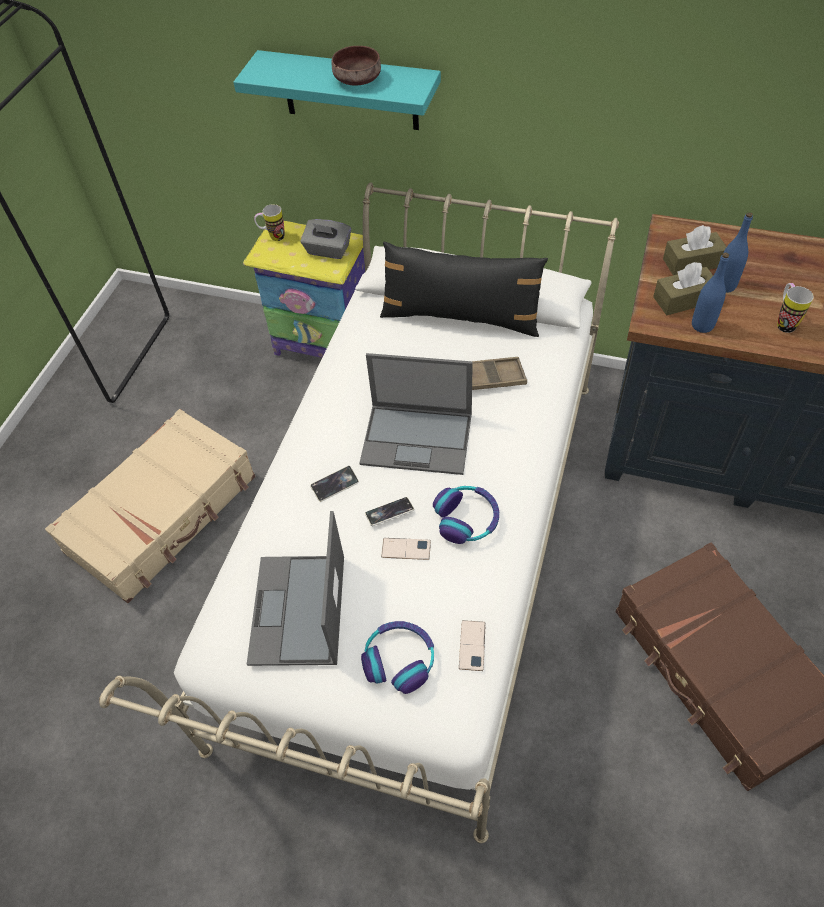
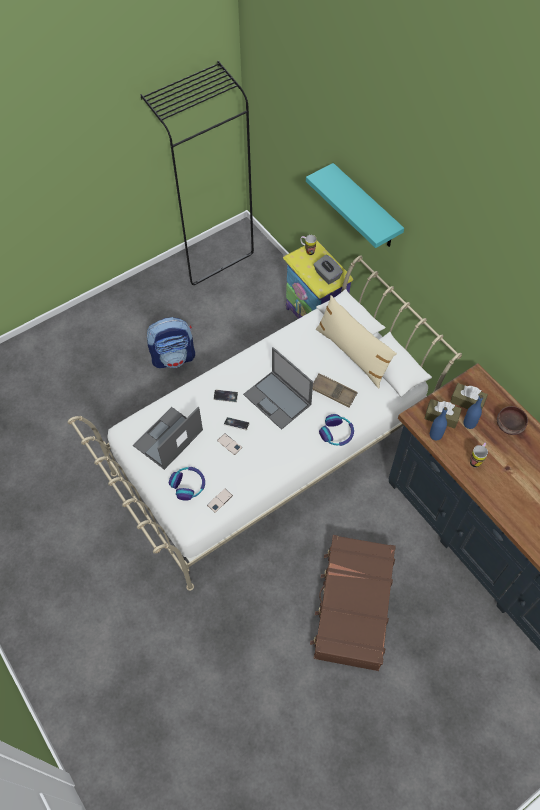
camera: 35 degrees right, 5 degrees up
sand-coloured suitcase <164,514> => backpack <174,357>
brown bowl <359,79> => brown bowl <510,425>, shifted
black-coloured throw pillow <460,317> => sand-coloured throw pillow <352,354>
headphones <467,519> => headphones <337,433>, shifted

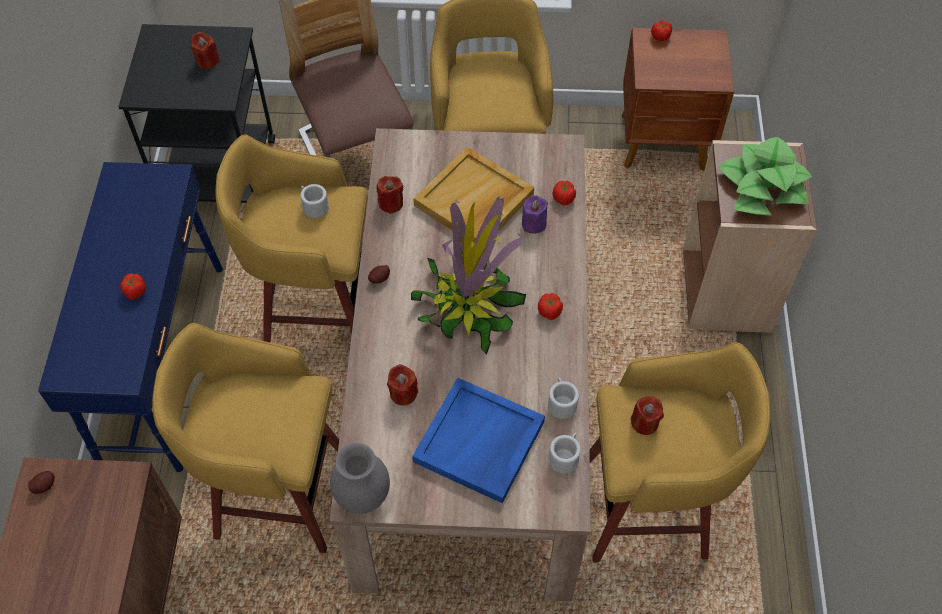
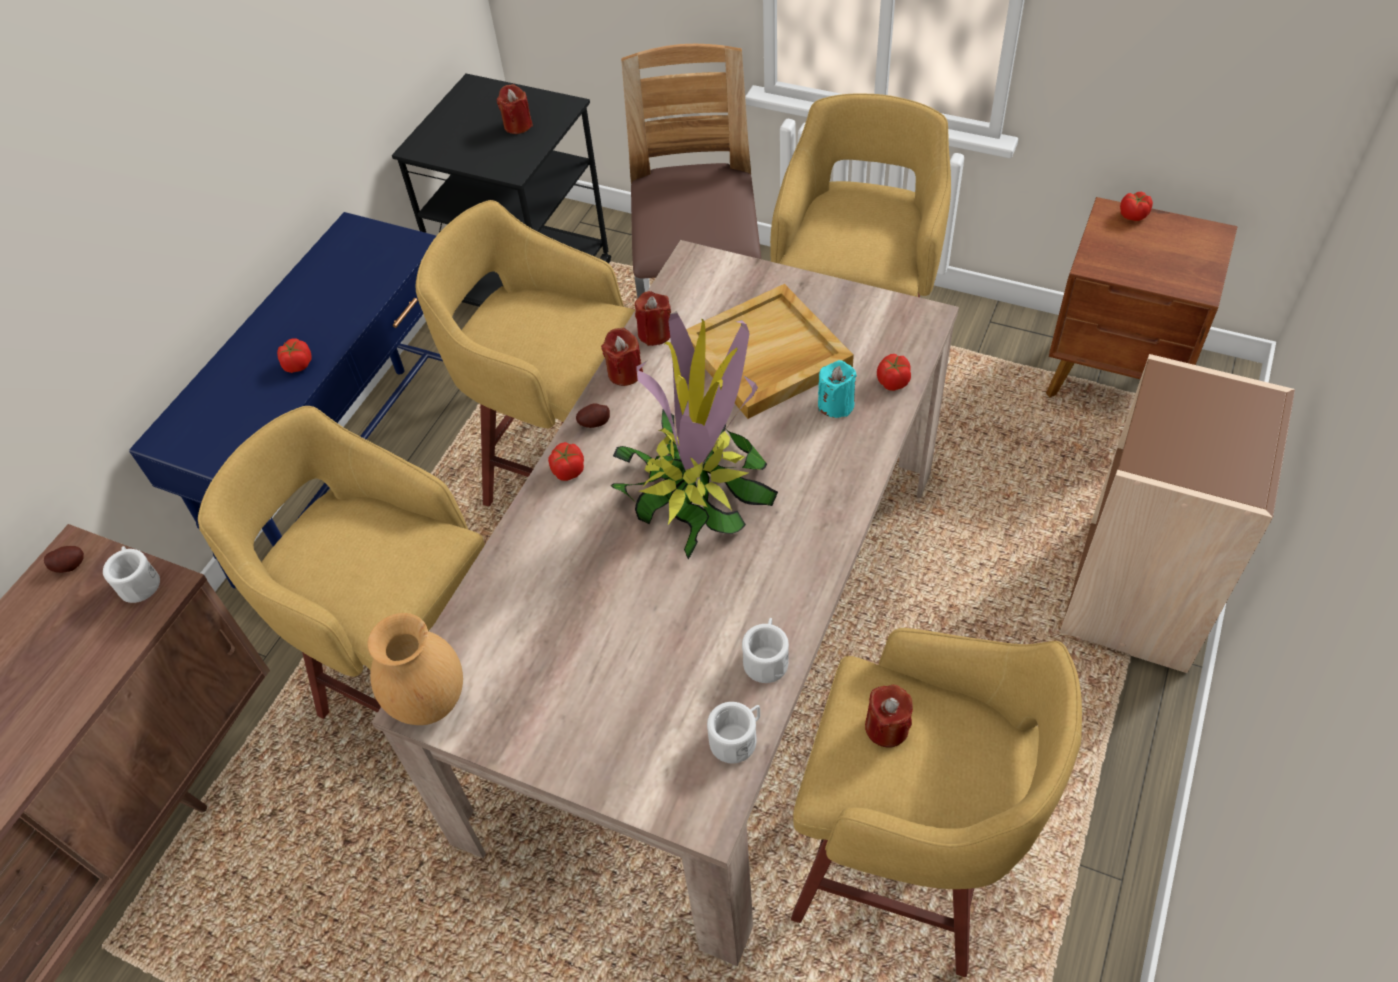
camera: 25 degrees right, 5 degrees down
white-coloured coffee mug <314,206> => white-coloured coffee mug <139,582>, shifted
greyish vase <362,496> => brown vase <430,702>
reddish wax light <403,393> => reddish wax light <625,373>, shifted
blue-coloured serving tray <479,443> => nothing
purple-coloured wax light <534,224> => turquoise wax light <836,404>
tomato <549,311> => tomato <568,470>, shifted
houseplant <763,186> => nothing

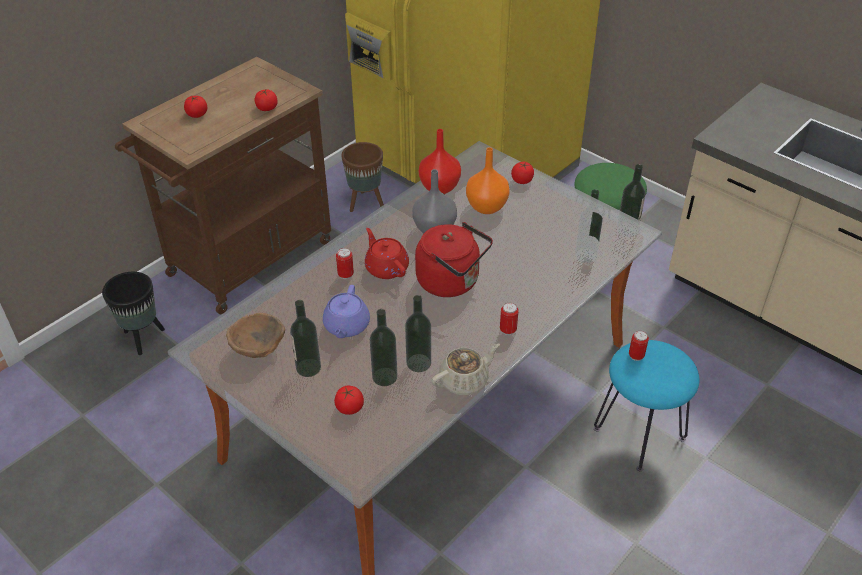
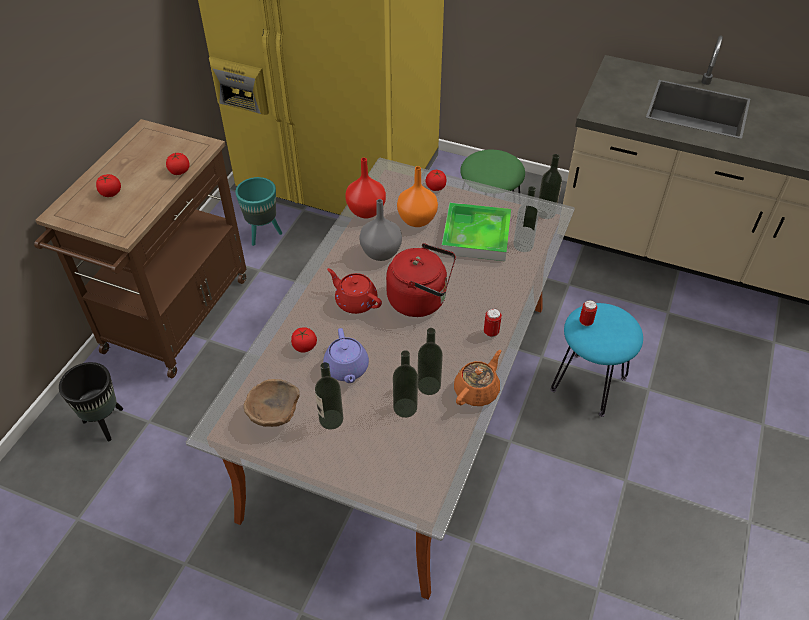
camera: 20 degrees left, 5 degrees up
tomato <349,408> => tomato <304,346>, shifted
can <345,275> => nothing
brown flower pot <365,203> => turquoise flower pot <263,234>
sand-coloured teapot <465,381> => orange-coloured teapot <477,391>
nothing => serving tray <476,235>

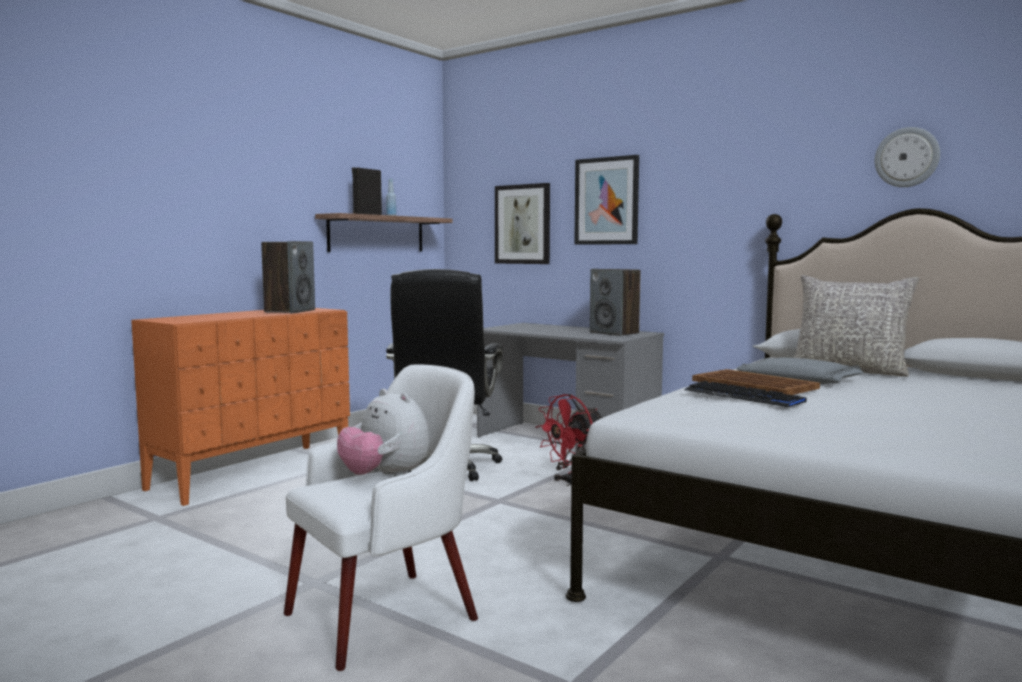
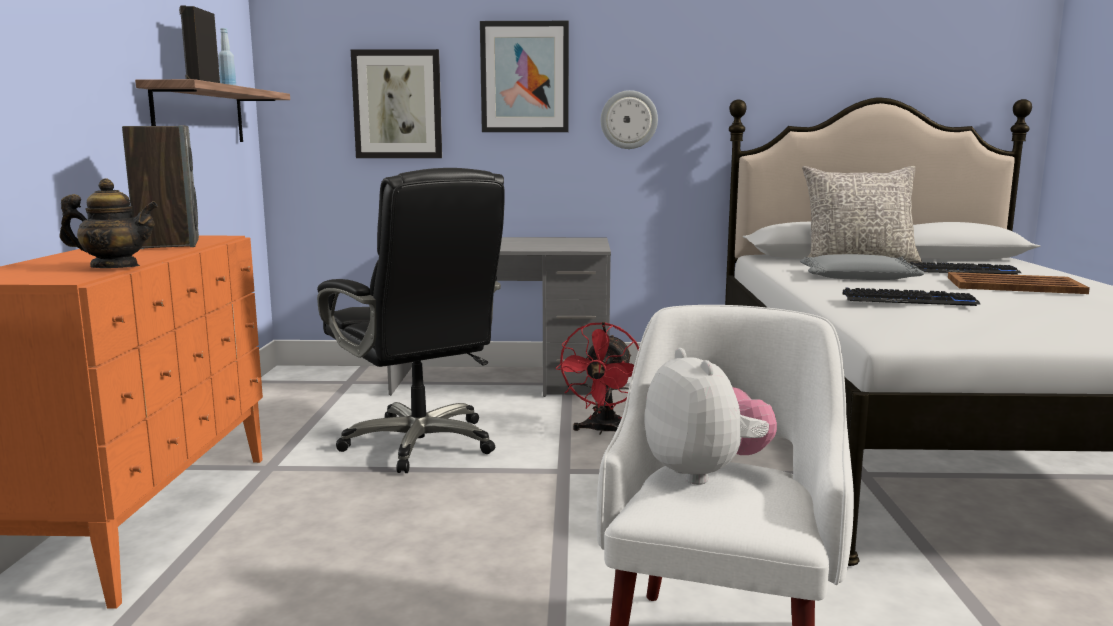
camera: 35 degrees left, 5 degrees up
plush toy <385,477> => plush toy <705,473>, 120 degrees counterclockwise
speaker <614,333> => nothing
brown serving tray <753,384> => brown serving tray <1012,285>, shifted
clock on the wall <907,157> => clock on the wall <629,120>, shifted
nothing => teapot <115,267>
nothing => computer keyboard <962,271>

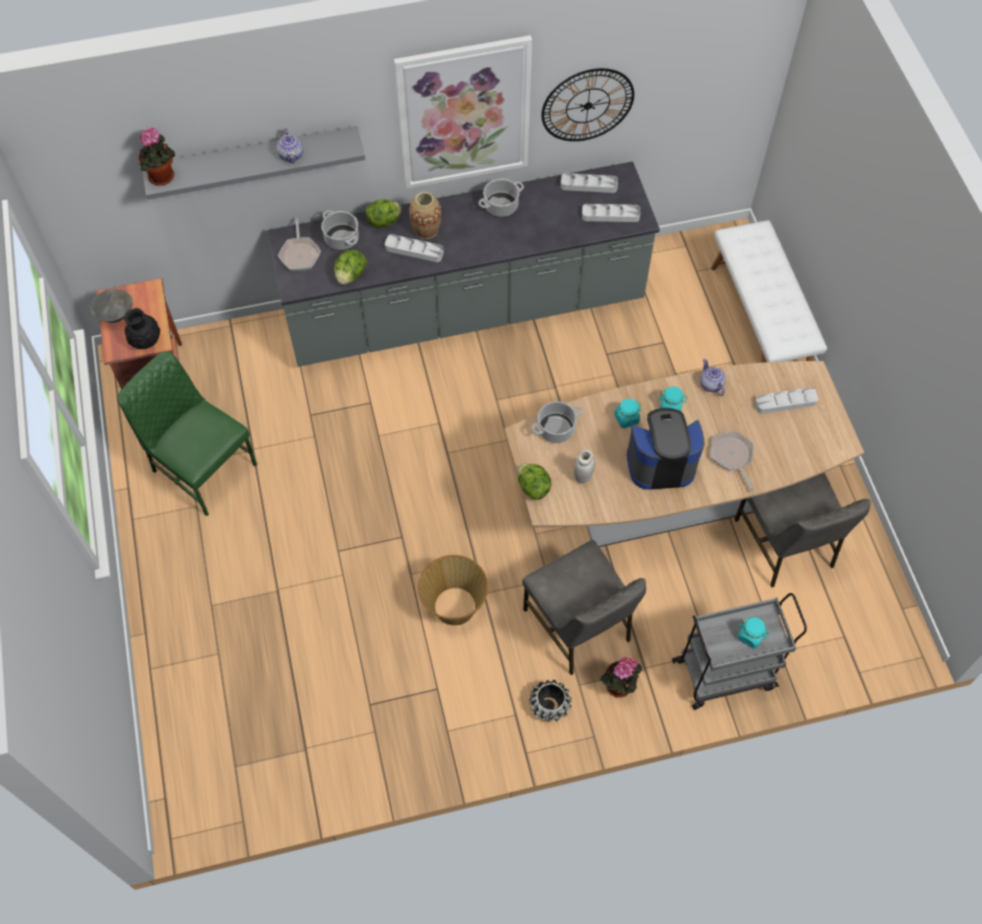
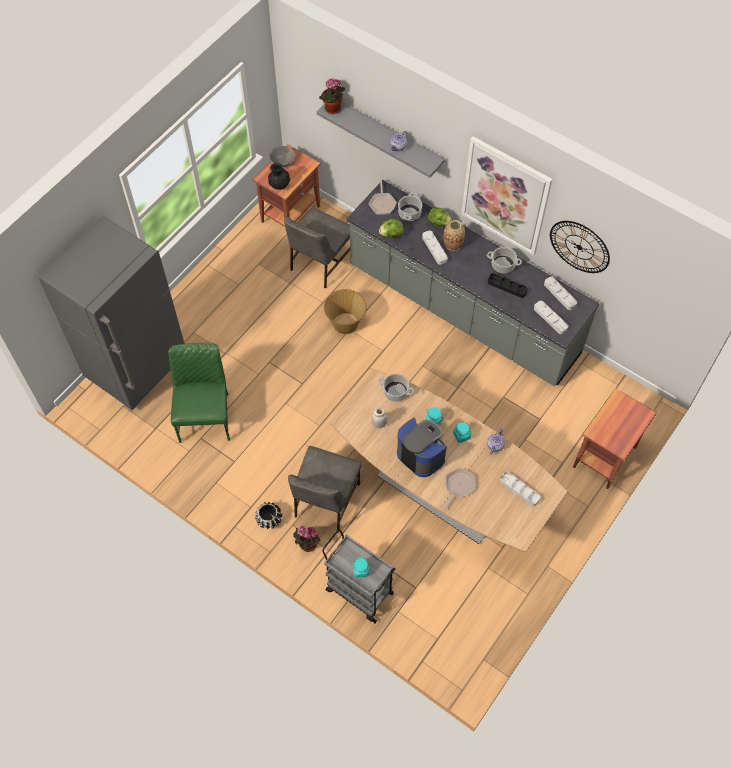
camera: 50 degrees right, 0 degrees up
greenish plain chair <202,467> => greenish plain chair <205,416>, shifted
pan <300,254> => pan <382,204>, 45 degrees counterclockwise
basket <454,605> => basket <345,323>, shifted
head of lettuce <533,487> => nothing
white-coloured long seat <760,321> => bedside table <604,458>
greyish plain chair <785,544> => greyish plain chair <320,262>, shifted
nothing => greyish kitchen fridge <137,368>
nothing => black-coloured serving tray <507,287>

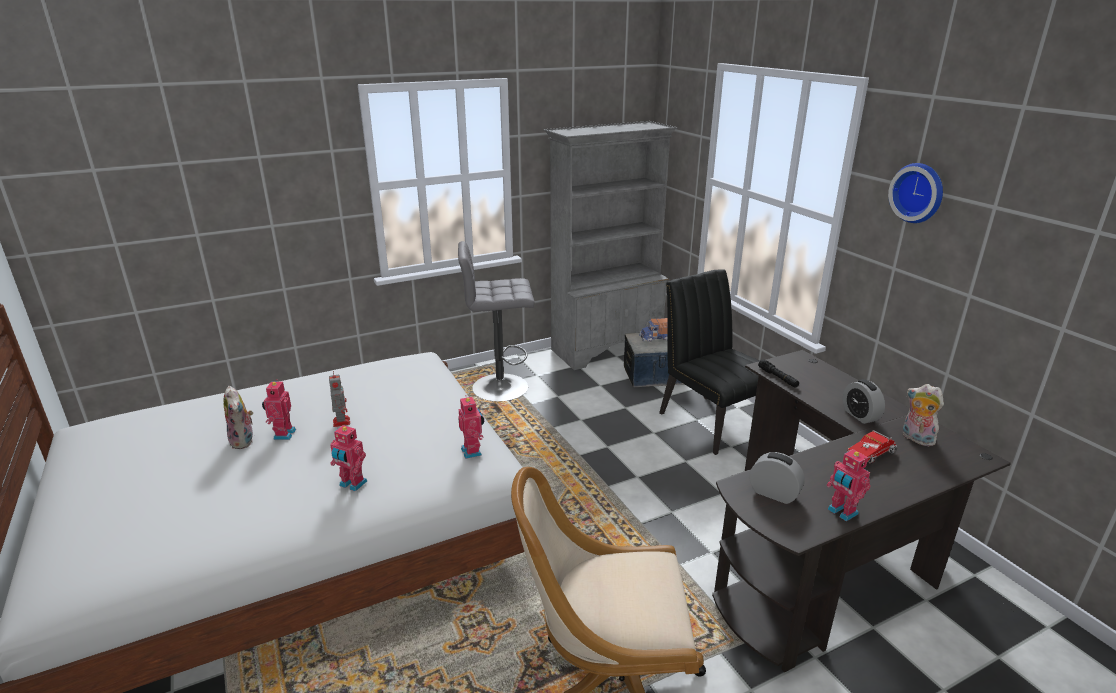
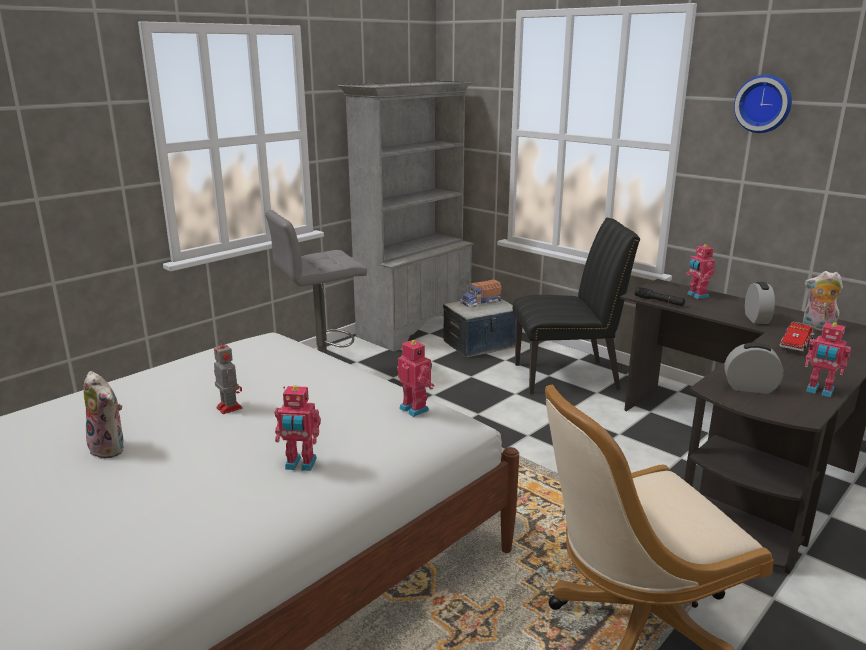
camera: 20 degrees left, 5 degrees down
robot figure <283,434> => robot figure <696,295>, shifted
black-coloured plain chair <711,424> => black-coloured plain chair <565,377>, 135 degrees clockwise
alarm clock <860,415> => alarm clock <756,319>, 135 degrees counterclockwise

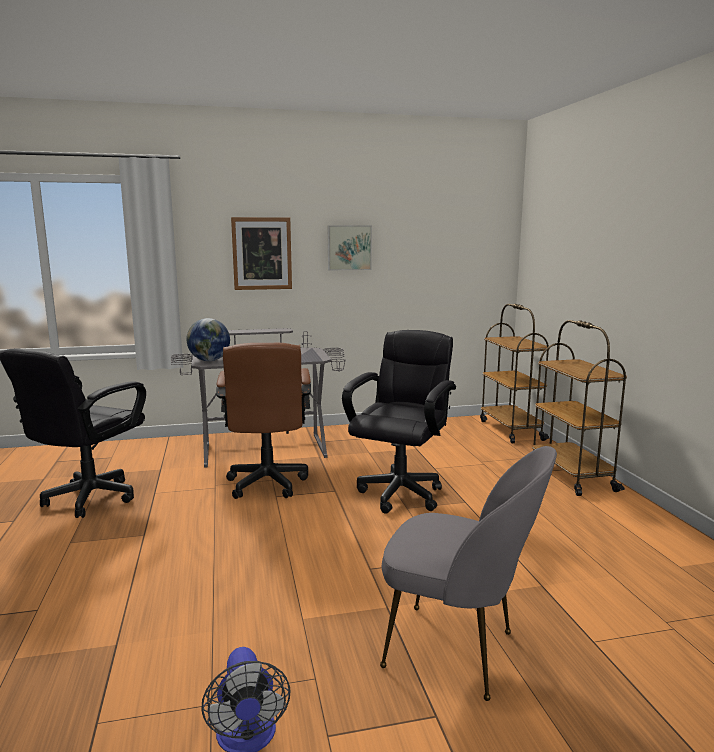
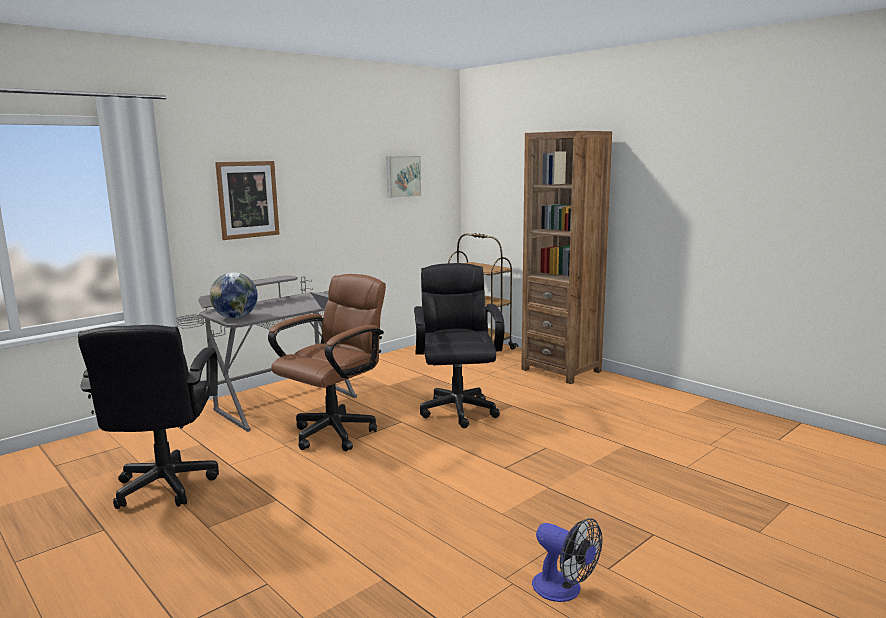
camera: 30 degrees left, 0 degrees up
brown computer chair <268,486> => brown computer chair <336,432>, 105 degrees counterclockwise
wall art <349,247> => wall art <402,176>, shifted
greyish plain chair <460,654> => nothing
brown cart <571,475> => brown shelving unit <561,370>

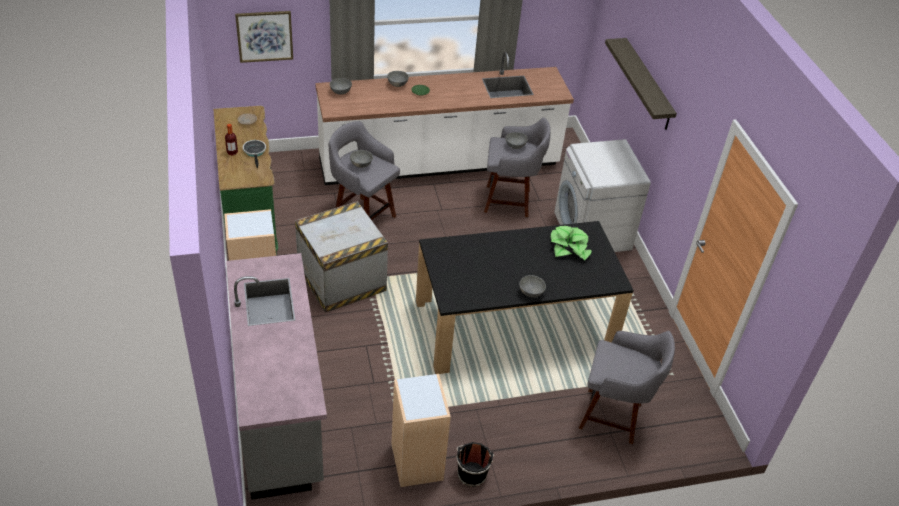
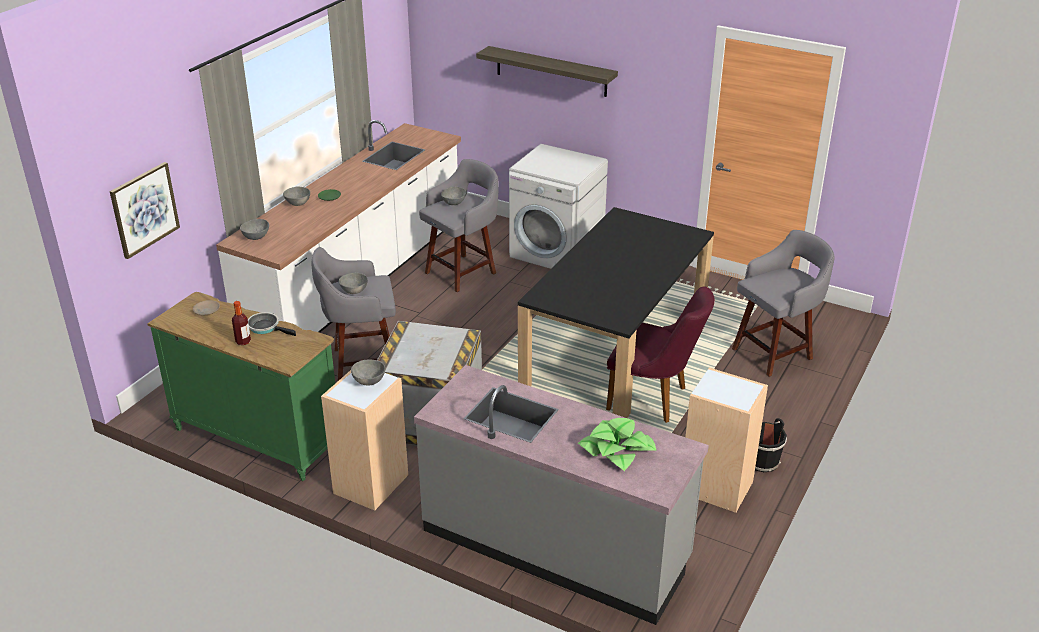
camera: 45 degrees left, 10 degrees down
greyish bowl <530,292> => greyish bowl <368,381>, shifted
houseplant <569,247> => houseplant <617,450>, shifted
nothing => purple-coloured plain chair <654,400>

